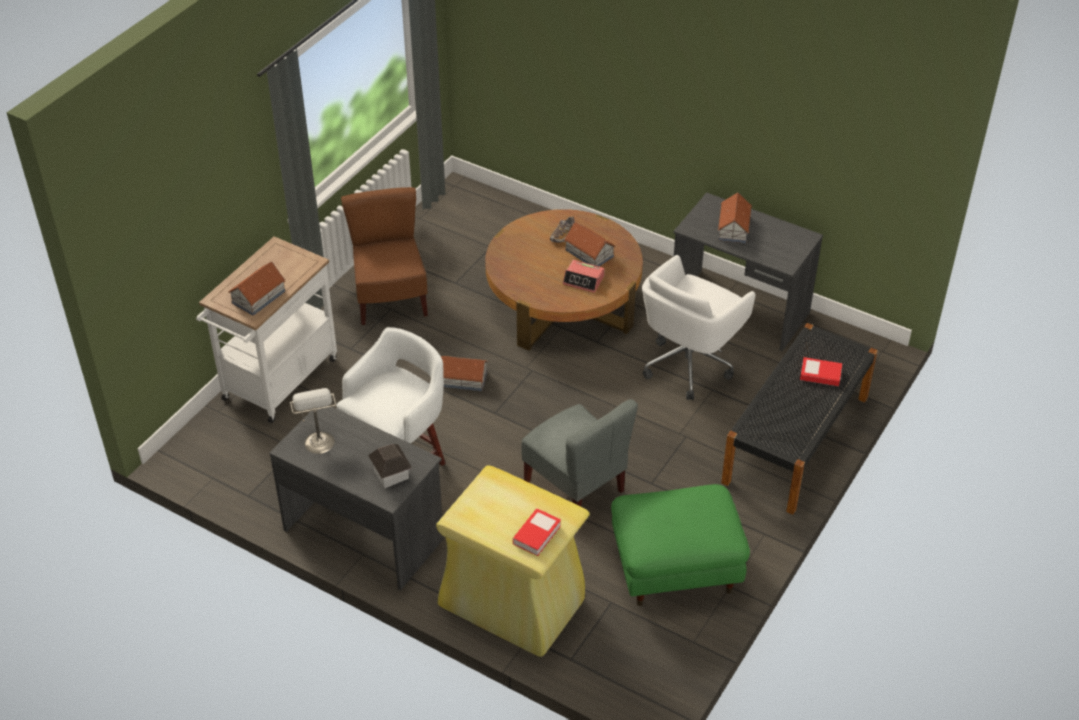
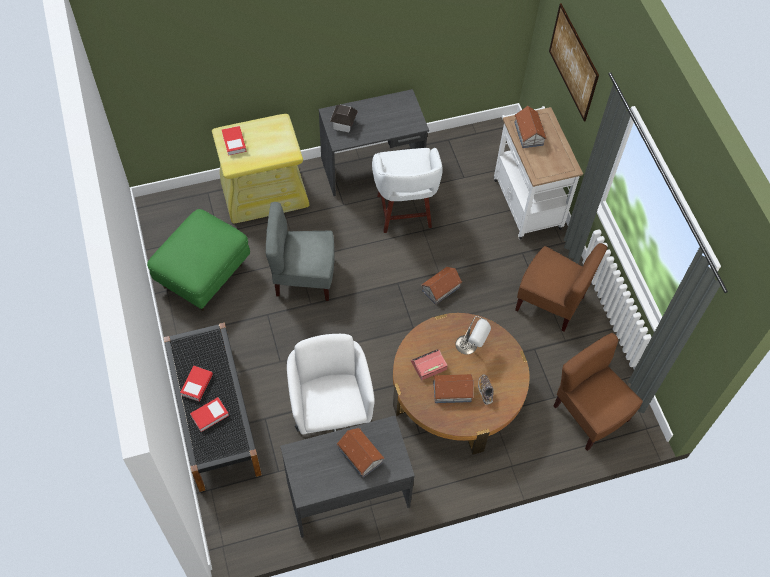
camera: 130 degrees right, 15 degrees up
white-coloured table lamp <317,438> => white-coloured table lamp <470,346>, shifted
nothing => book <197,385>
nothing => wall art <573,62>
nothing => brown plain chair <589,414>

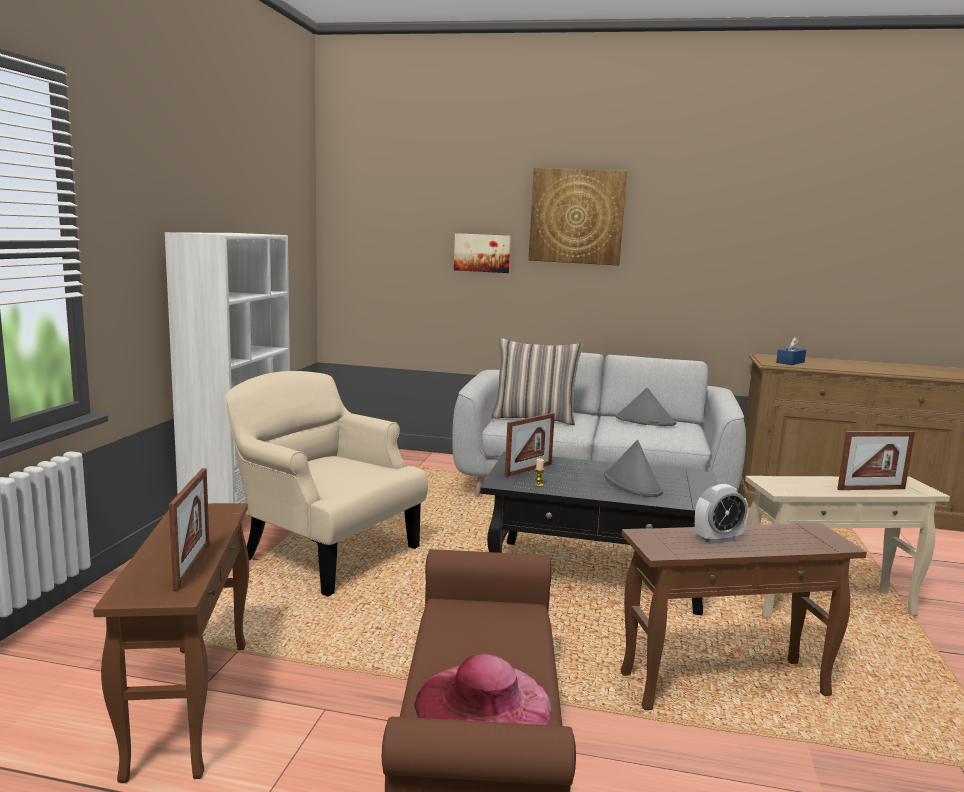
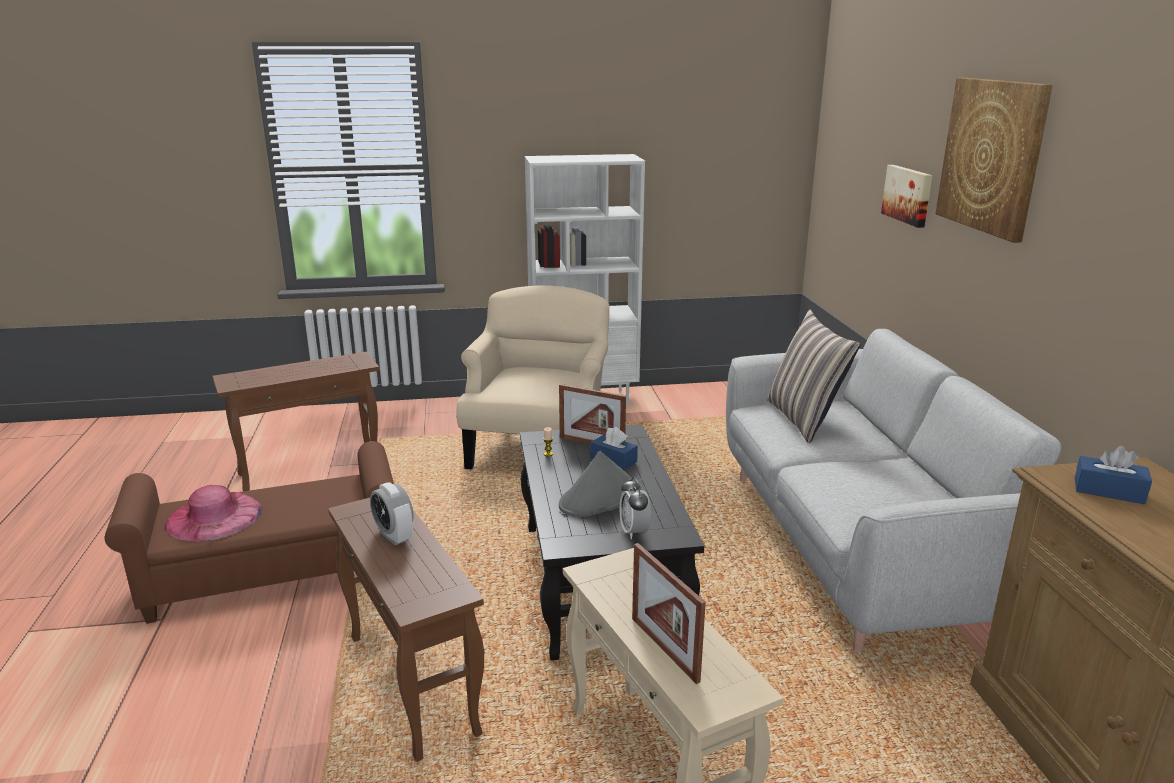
camera: 70 degrees right, 10 degrees up
photo frame <192,566> => nothing
greyish hat <645,421> => nothing
nothing => blue-coloured box of tissues <613,460>
nothing => alarm clock <634,532>

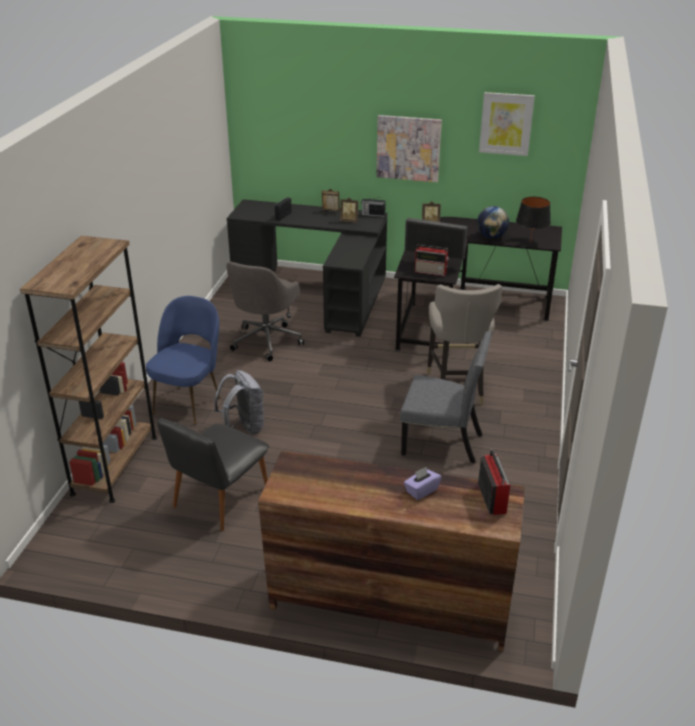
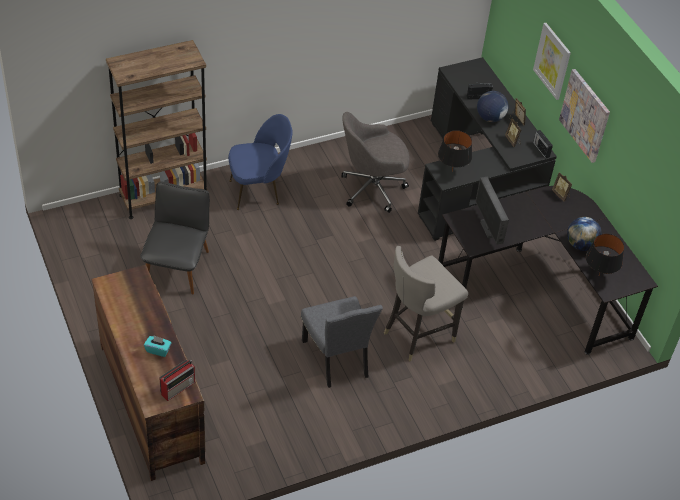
camera: 50 degrees right, 15 degrees up
black-coloured plain chair <221,497> => black-coloured plain chair <177,267>, 105 degrees clockwise
greyish backpack <243,427> => nothing
purple-coloured box of tissues <421,490> => turquoise box of tissues <158,350>
radio set <431,272> => nothing
wall art <506,124> => wall art <552,61>, shifted
nothing => black-coloured table lamp <452,171>
nothing => desk globe <490,118>

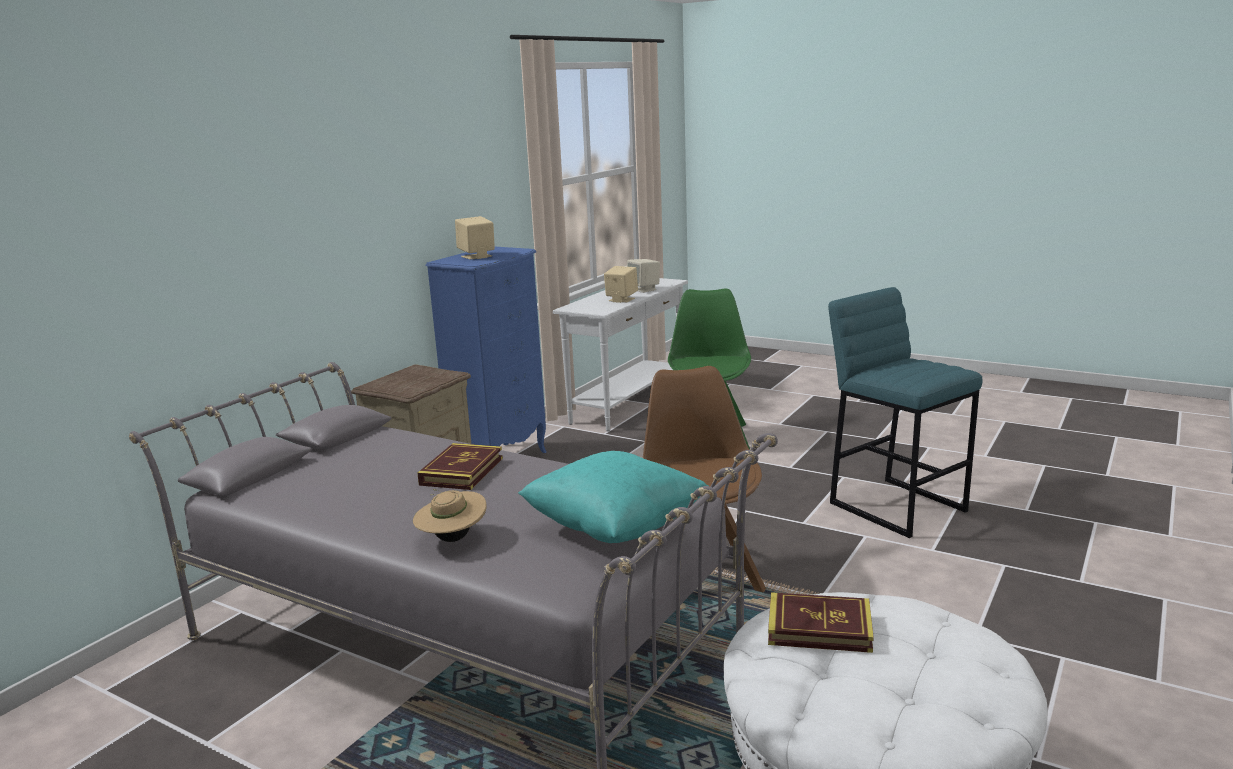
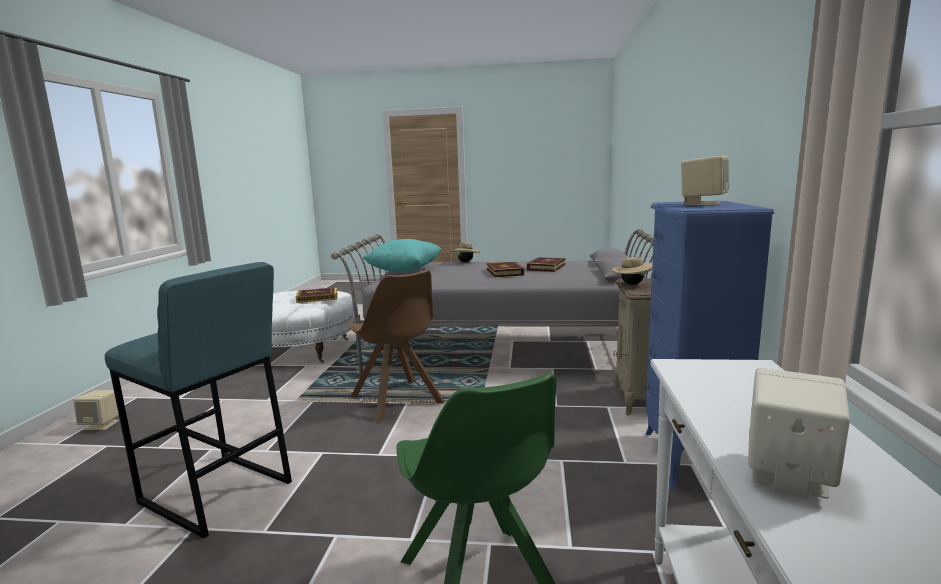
camera: 155 degrees right, 5 degrees down
sand-coloured speaker <621,300> => sand-coloured speaker <102,425>, shifted
nothing => book <546,267>
nothing => sand-coloured hat <632,284>

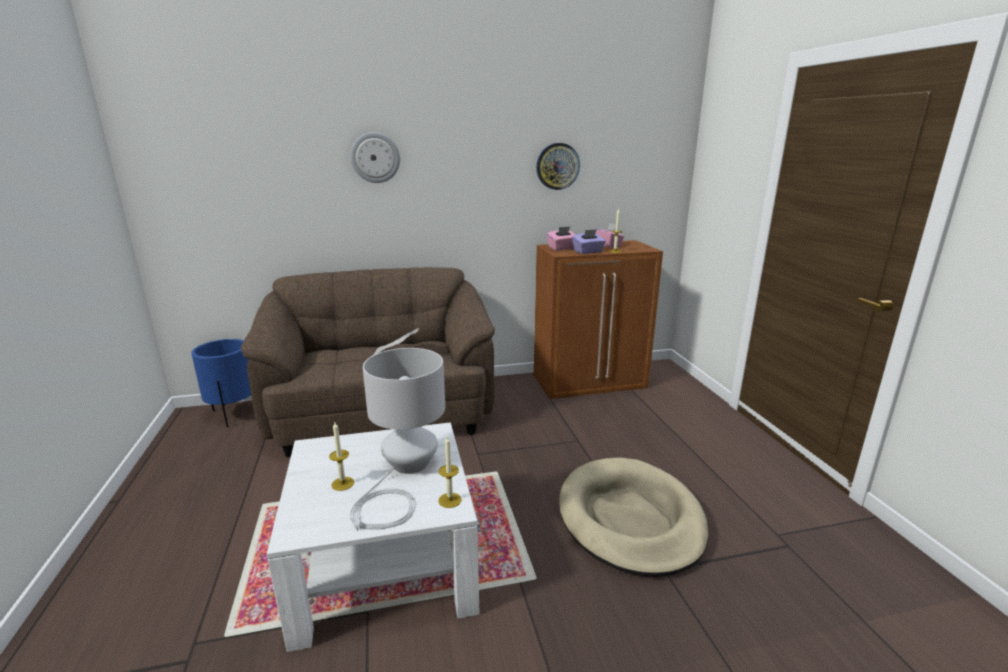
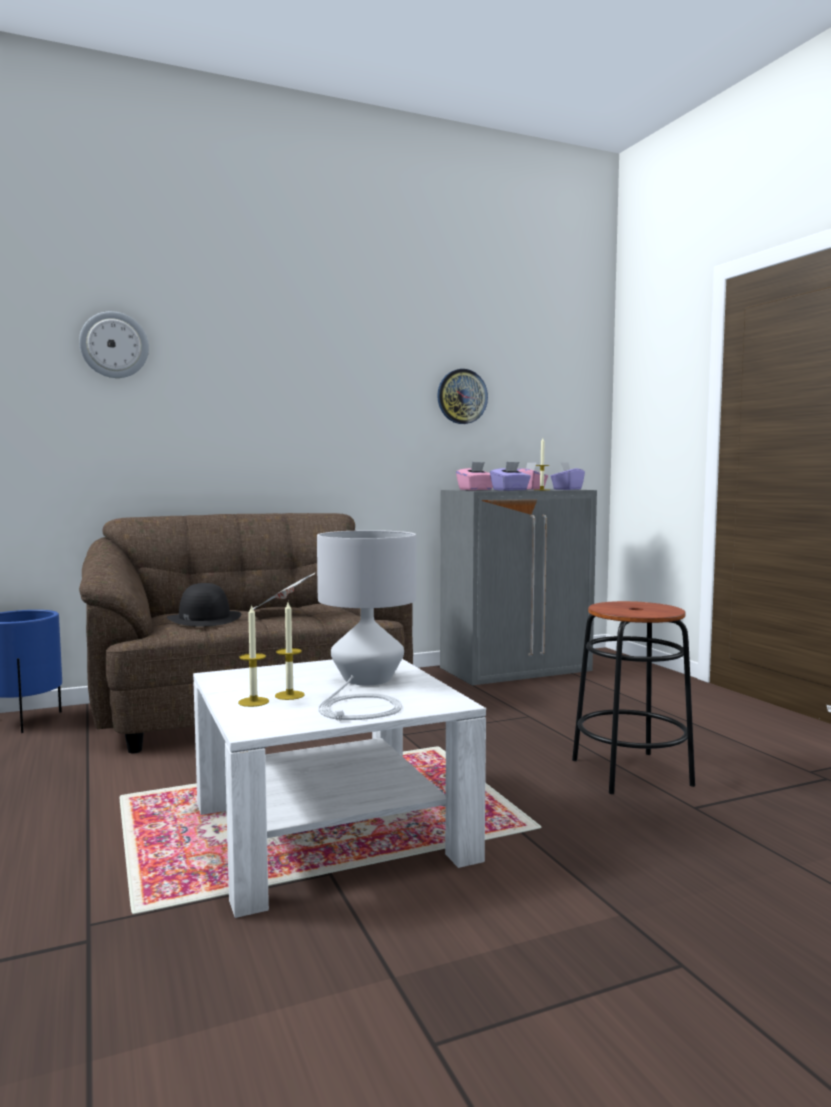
camera: 10 degrees left, 15 degrees down
clock on the wall <375,157> => clock on the wall <114,345>, shifted
wax light <450,500> => wax light <253,702>, shifted
brown cupboard <590,381> => greyish cupboard <516,669>
sand-coloured pet bed <630,519> => black-coloured stool <631,772>
nothing => black-coloured hat <204,619>
nothing => purple-coloured box of tissues <567,489>

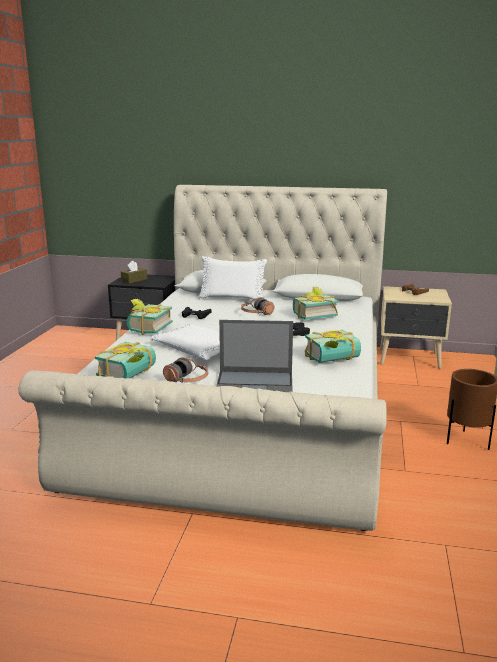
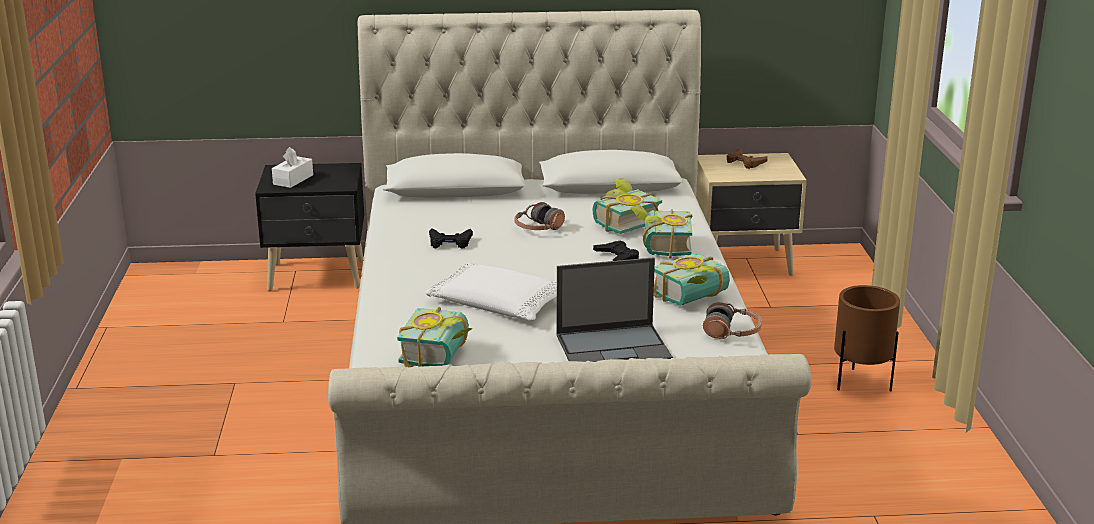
camera: 15 degrees left, 5 degrees up
brown box of tissues <134,280> => white-coloured box of tissues <293,180>
book <146,328> => book <660,247>, shifted
headphones <187,380> => headphones <732,332>, shifted
white-coloured throw pillow <232,299> => nothing

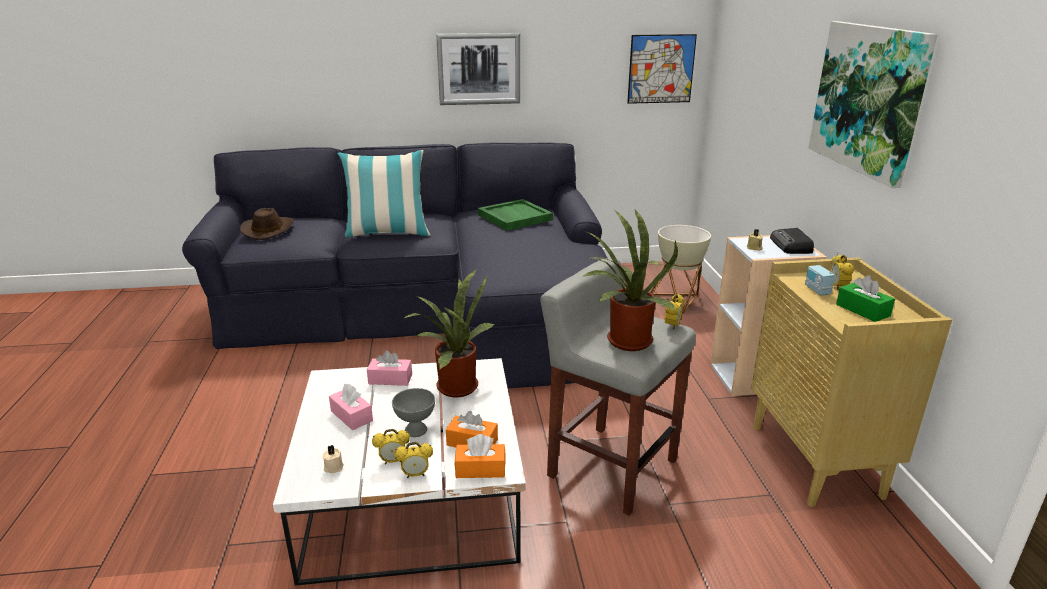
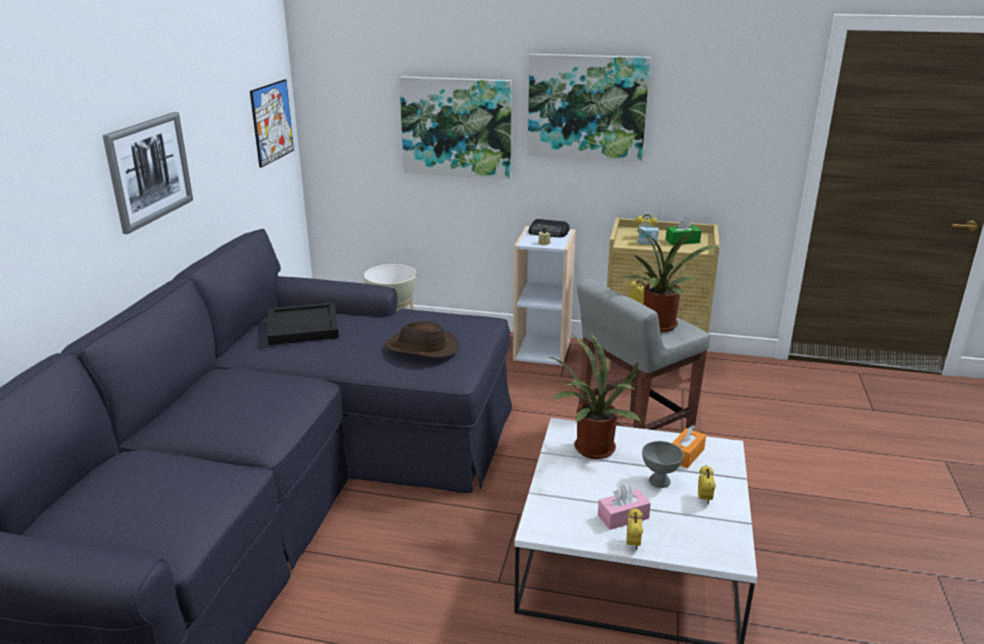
camera: 70 degrees left, 0 degrees up
brown hat <268,229> => brown hat <421,348>, shifted
sand-coloured wax light <333,467> => nothing
throw pillow <387,233> => nothing
pinkish box of tissues <390,379> => nothing
alarm clock <415,475> => alarm clock <633,544>, shifted
orange-coloured box of tissues <480,469> => nothing
greenish serving tray <514,217> => black-coloured serving tray <302,327>
nothing => wall art <456,127>

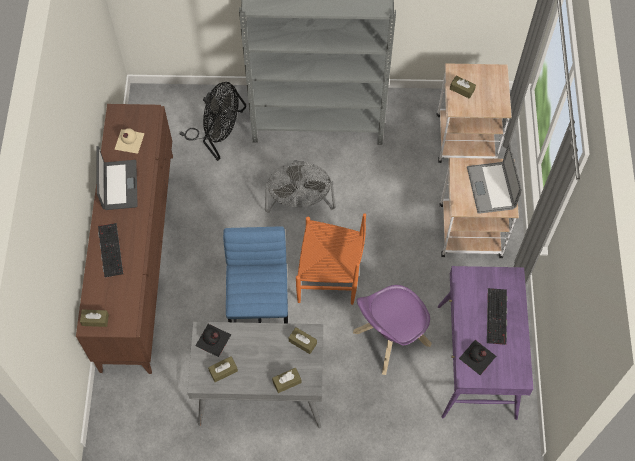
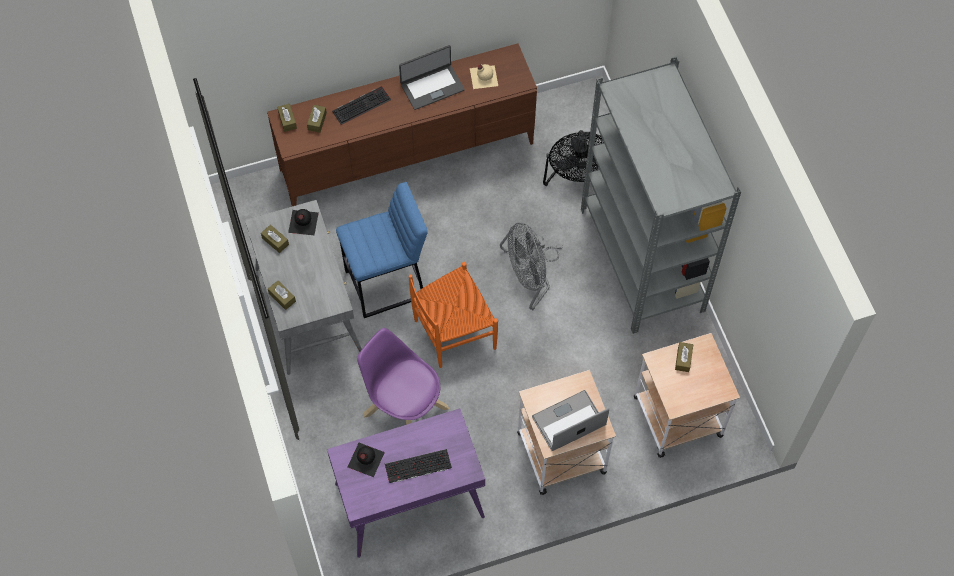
camera: 70 degrees right, 0 degrees up
brown box of tissues <302,342> => brown box of tissues <317,121>, shifted
orange-coloured plain chair <330,276> => orange-coloured plain chair <453,332>, 75 degrees clockwise

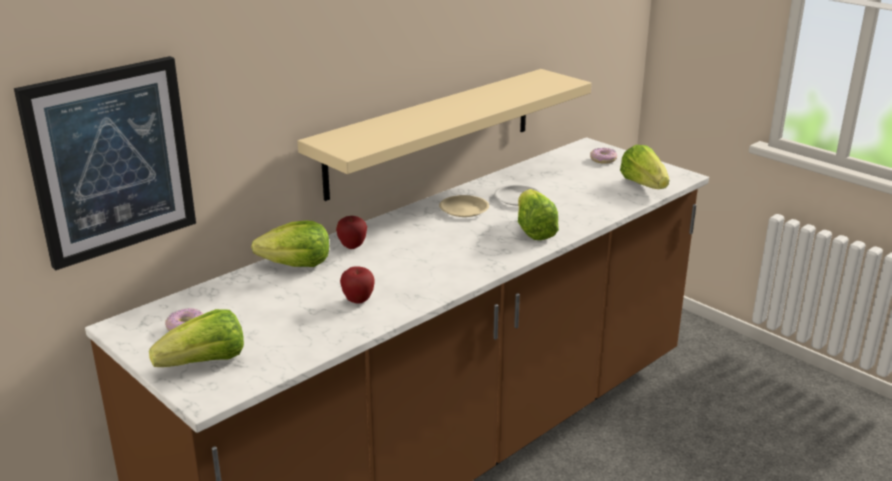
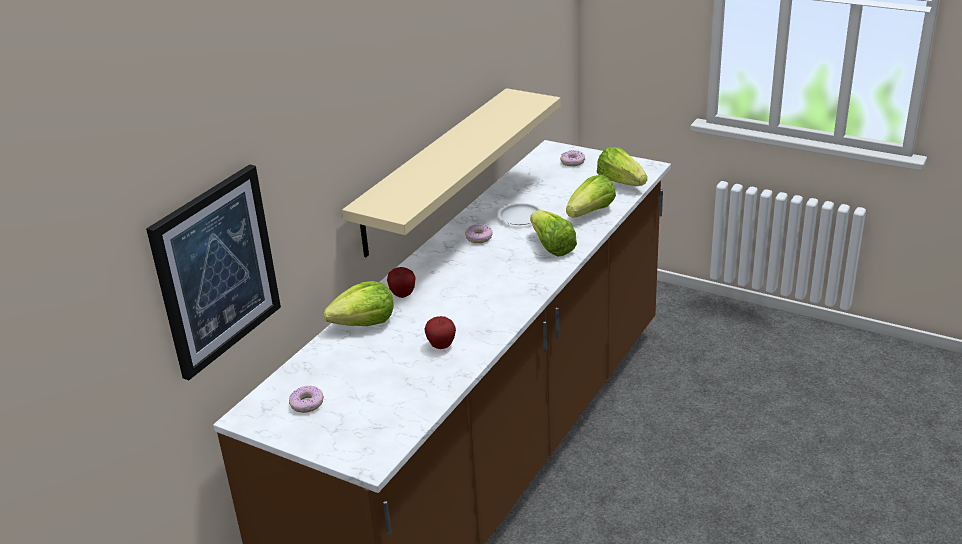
camera: 15 degrees left, 5 degrees up
head of lettuce <205,363> => head of lettuce <591,213>, shifted
sand-coloured plate <463,209> => ring doughnut <479,238>

